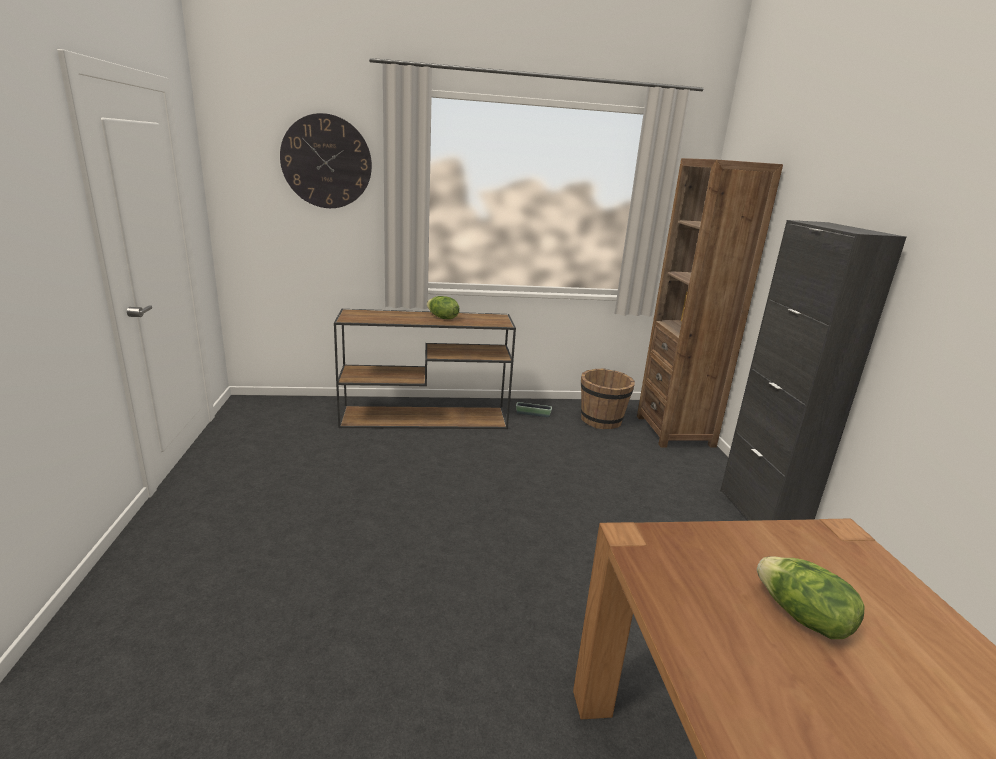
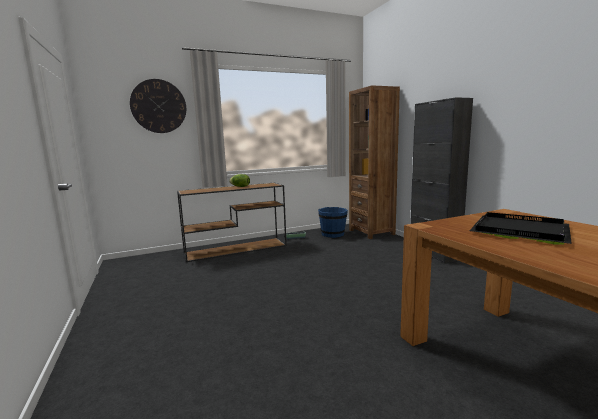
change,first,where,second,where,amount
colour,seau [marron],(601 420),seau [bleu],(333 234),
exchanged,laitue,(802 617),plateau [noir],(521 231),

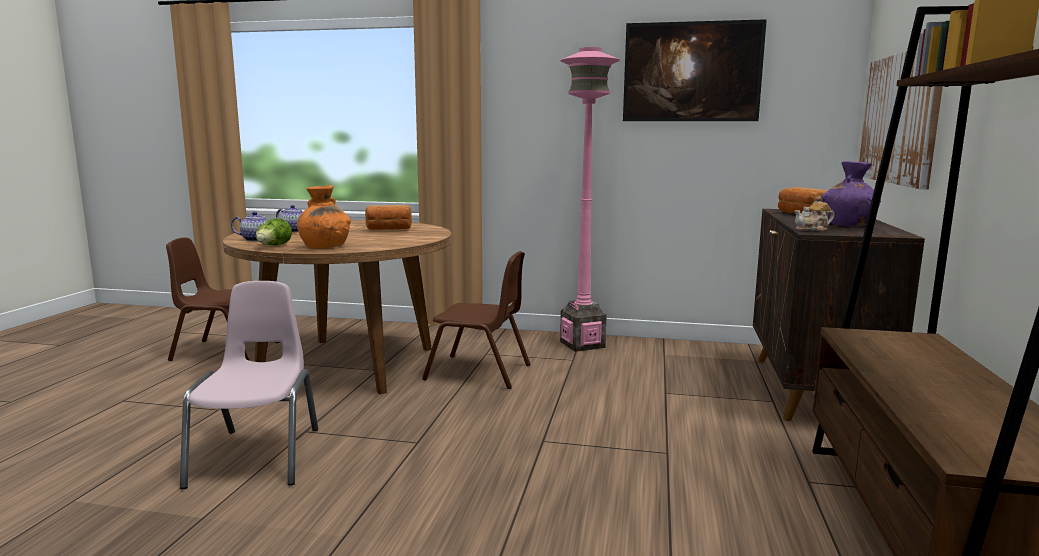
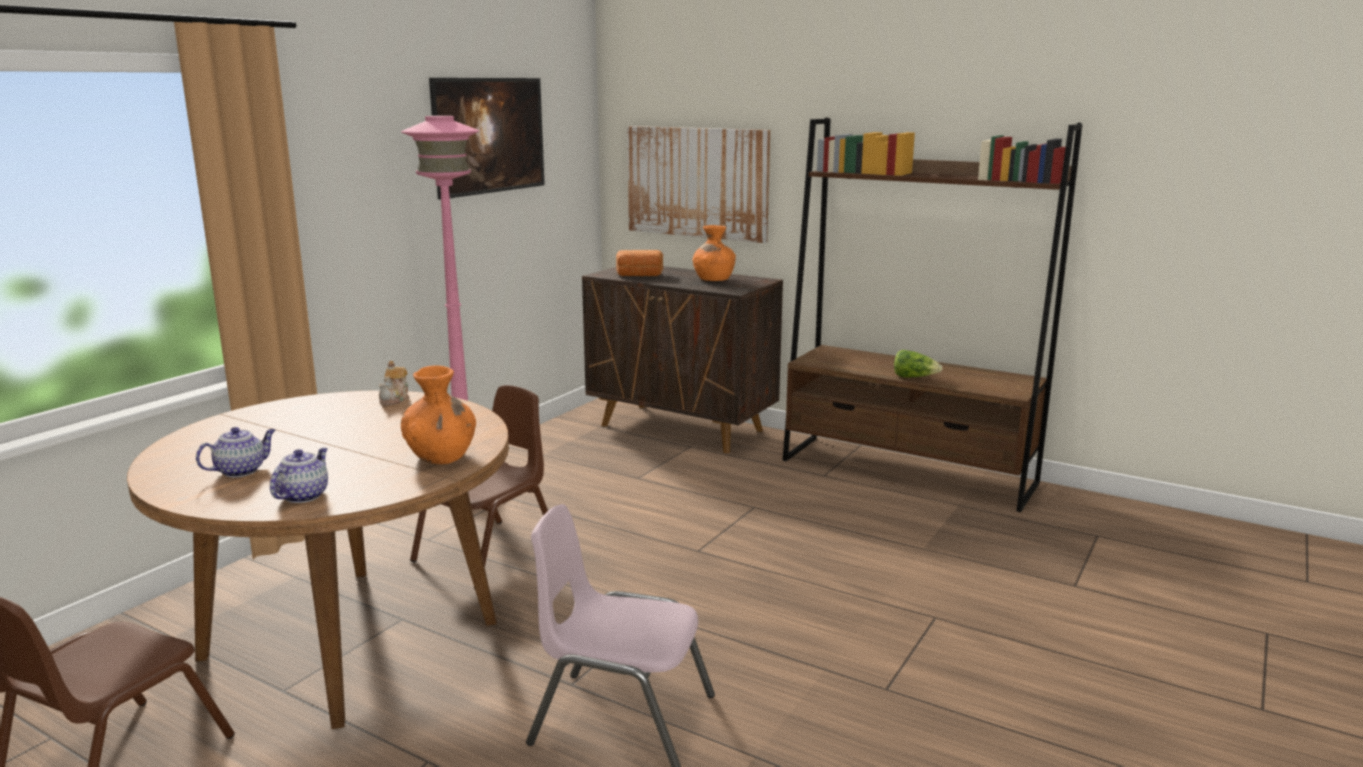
change,first,where,second,where,amount
colour,vase [violet],(848 225),vase [orange],(713 279),
relocated,théière,(812 229),,(395 399),
missing,pain,(389 230),,,
relocated,laitue,(273 246),,(914 377),

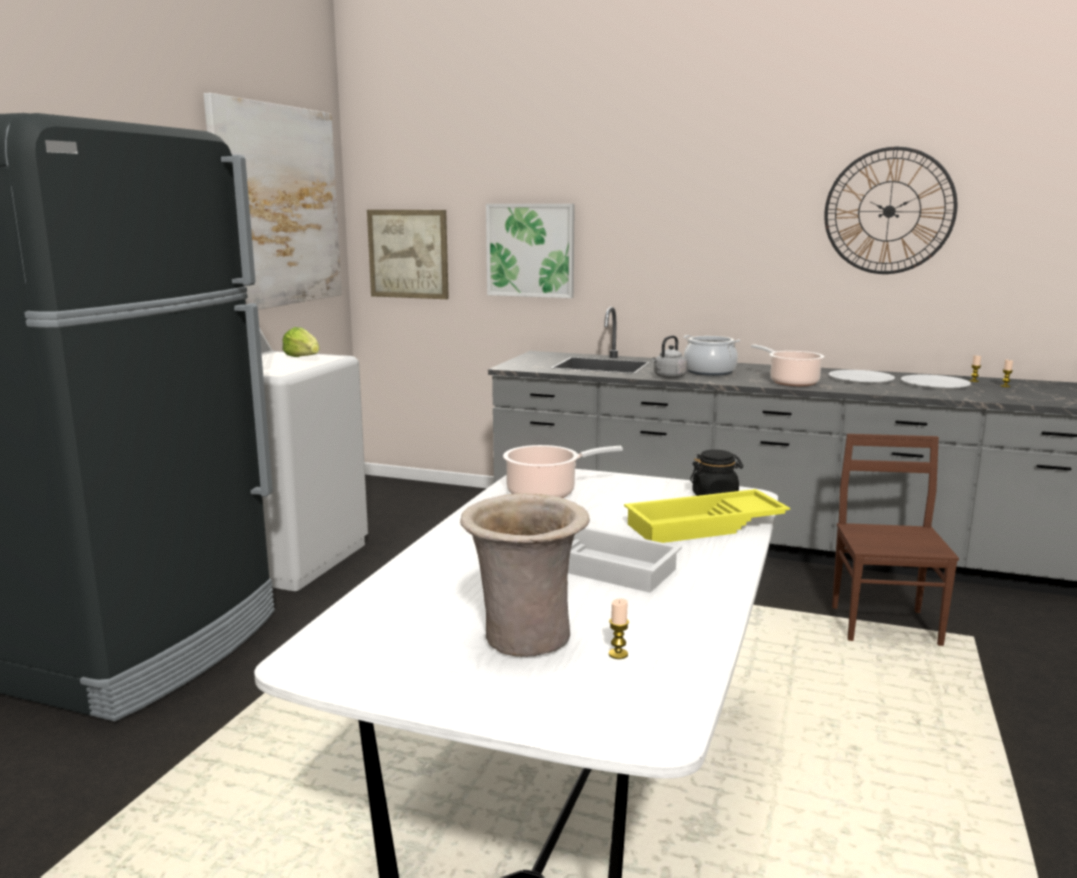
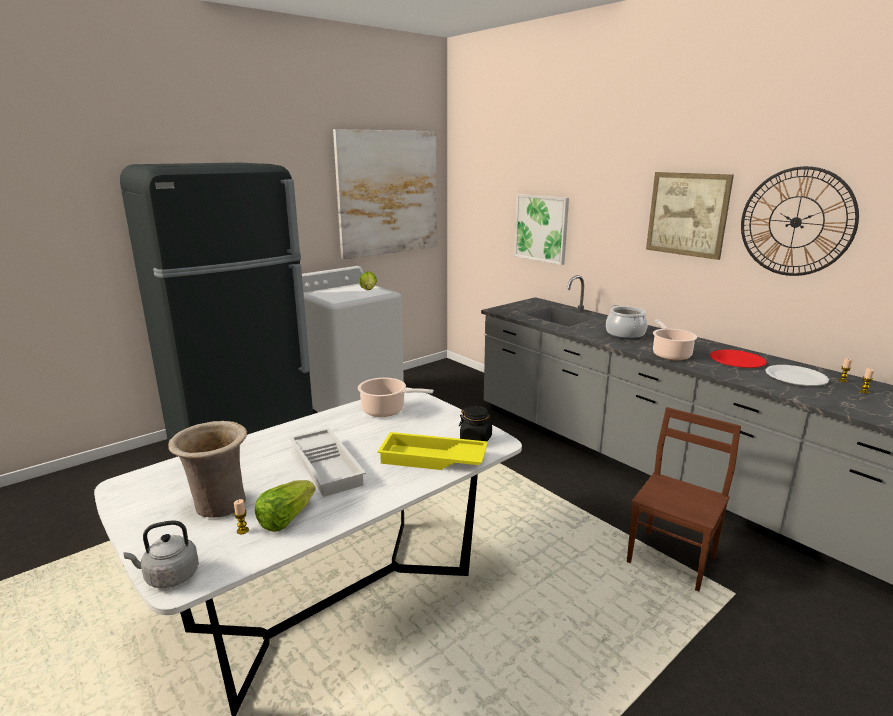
change,first,where,second,where,amount
relocated,tableau,(408 254),,(687 214),
relocated,bouilloire [gris],(668 377),,(169 577),
colour,assiette [blanc],(861 378),assiette [rouge],(737 360),
appeared,,,laitue,(286 519),

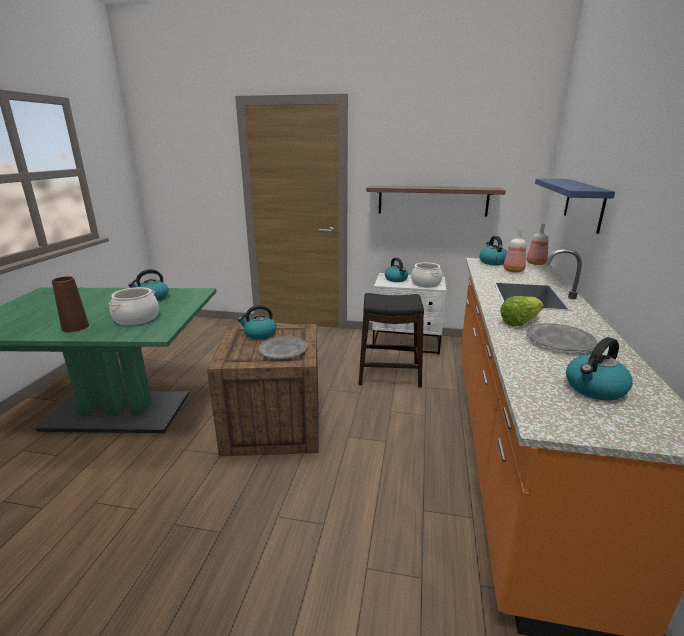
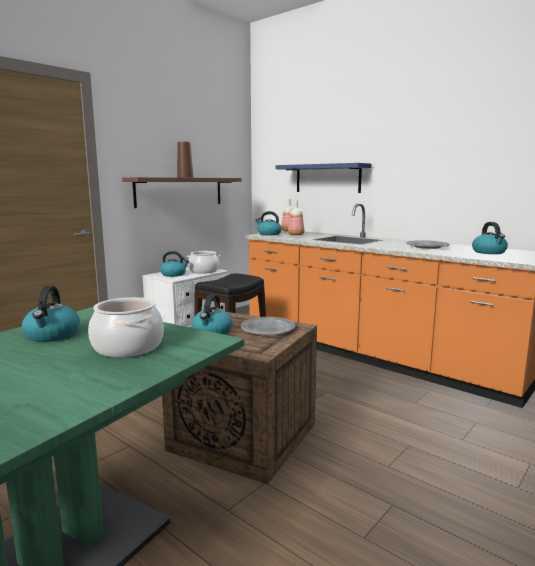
change,first,where,second,where,amount
relocated,vase [marron],(75 327),,(185 177),
missing,laitue,(519 322),,,

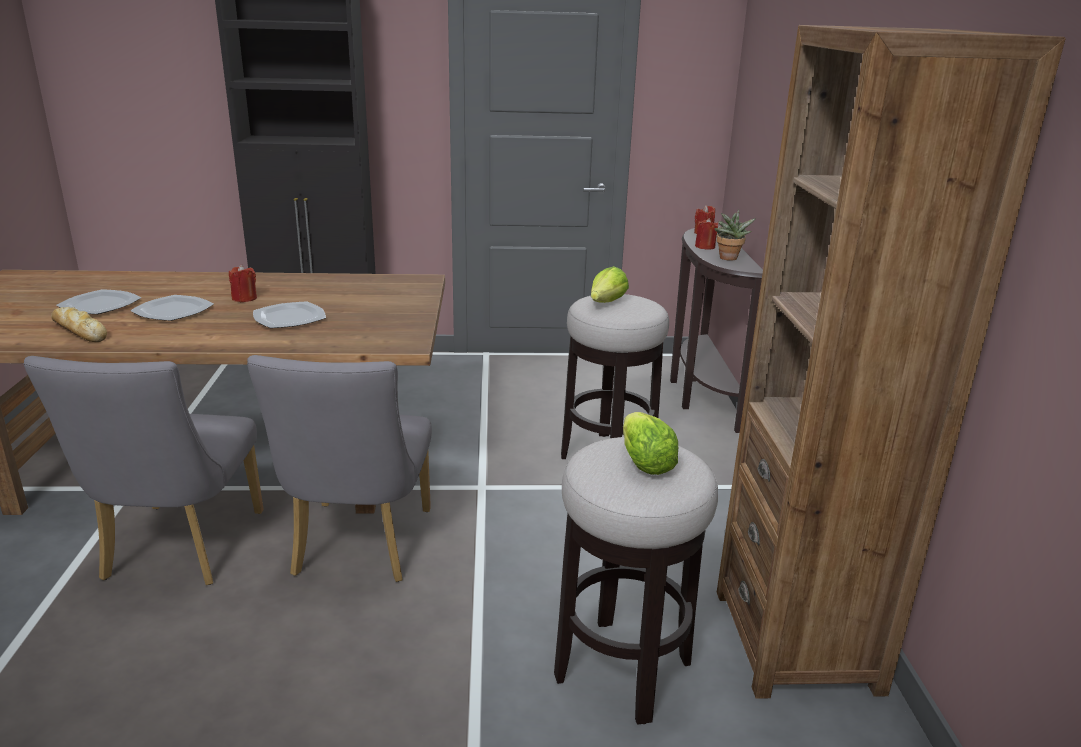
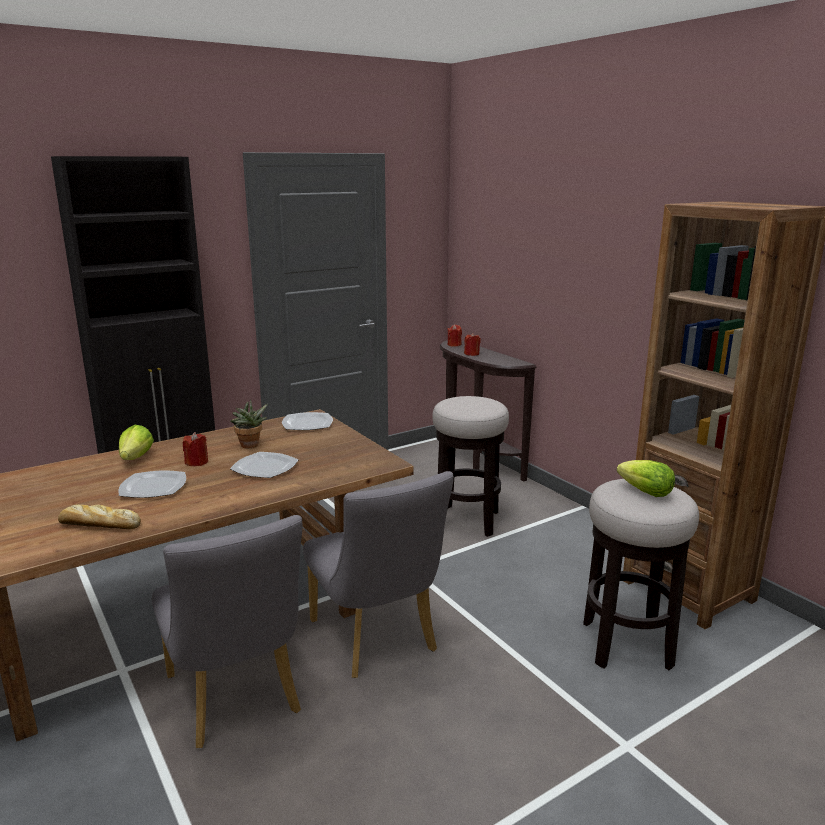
change,first,where,second,where,amount
relocated,plante en pot,(728 259),,(250 446),
relocated,laitue,(607 302),,(136 458),
relocated,assiette,(101 305),,(308 423),

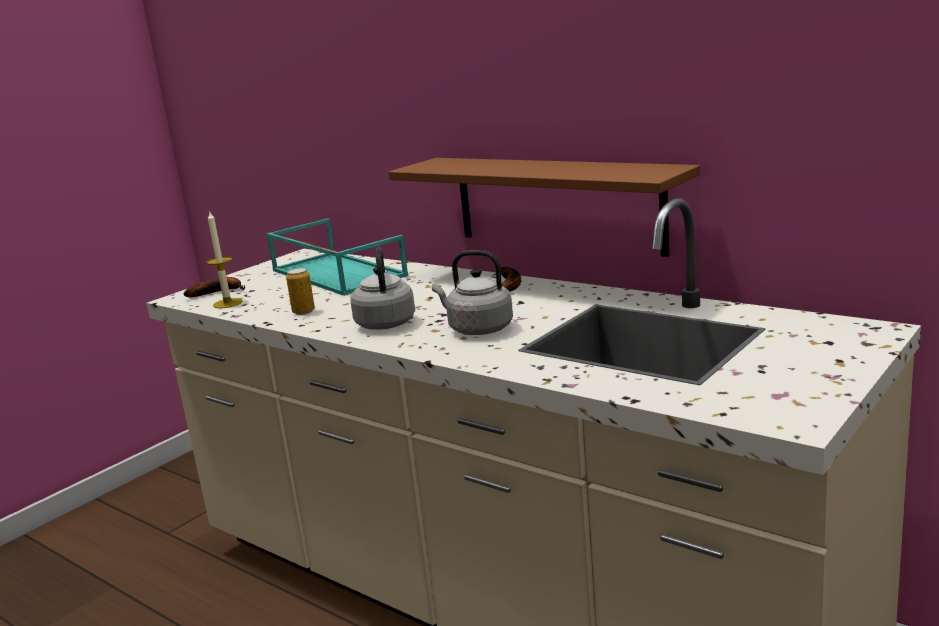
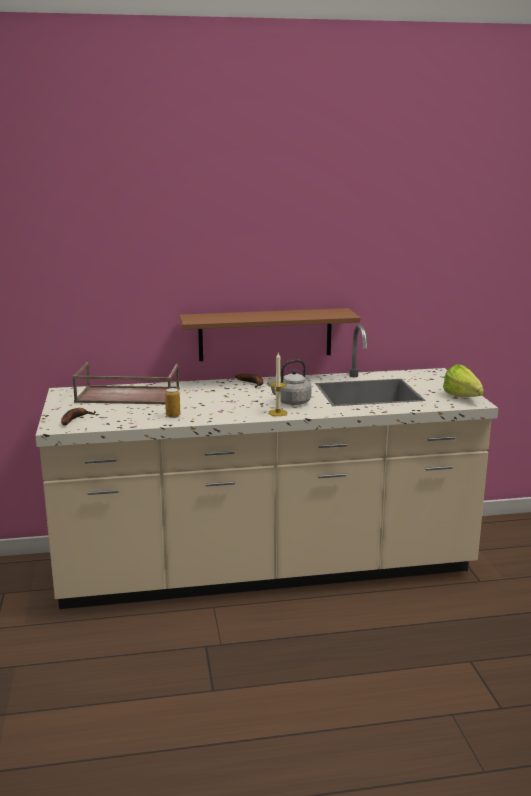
change,first,where,second,where,amount
relocated,bougie,(227 303),,(277 413),
colour,plateau [turquoise],(335 273),plateau [marron],(126 396),
missing,bouilloire [gris],(385 323),,,
appeared,,,laitue,(464 398),

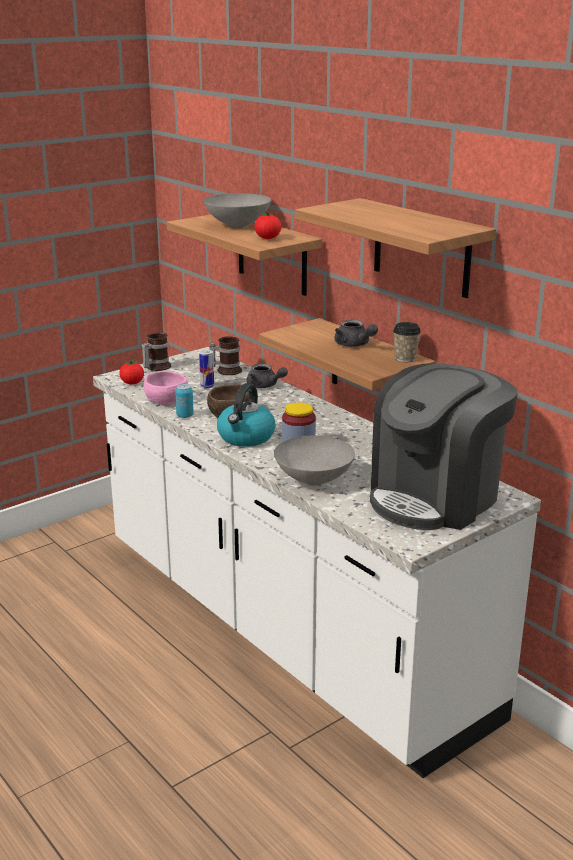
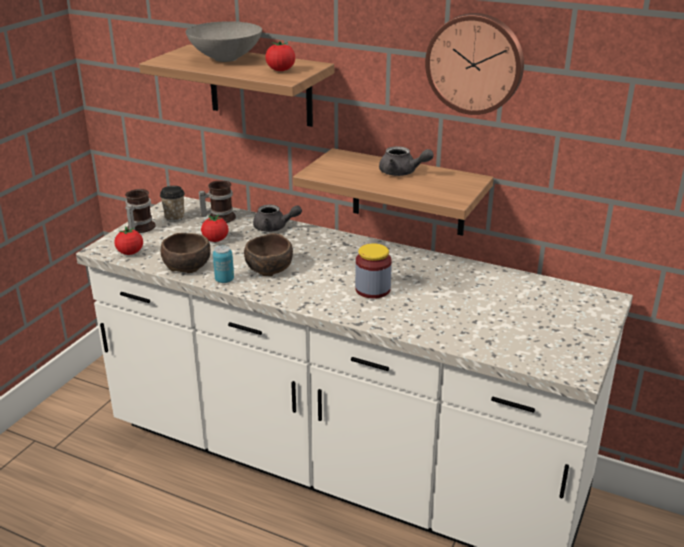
change,first,where,second,where,amount
exchanged,étagère,(421 248),horloge murale,(475 63),
relocated,tasse,(405 358),,(174 217),
exchanged,boîte métallique,(207 386),tomate,(215 240),
missing,machine à café,(435 497),,,
colour,bol [rose],(167 400),bol [marron],(188 265),
missing,bouilloire,(246 437),,,
missing,bol [gris],(313 480),,,

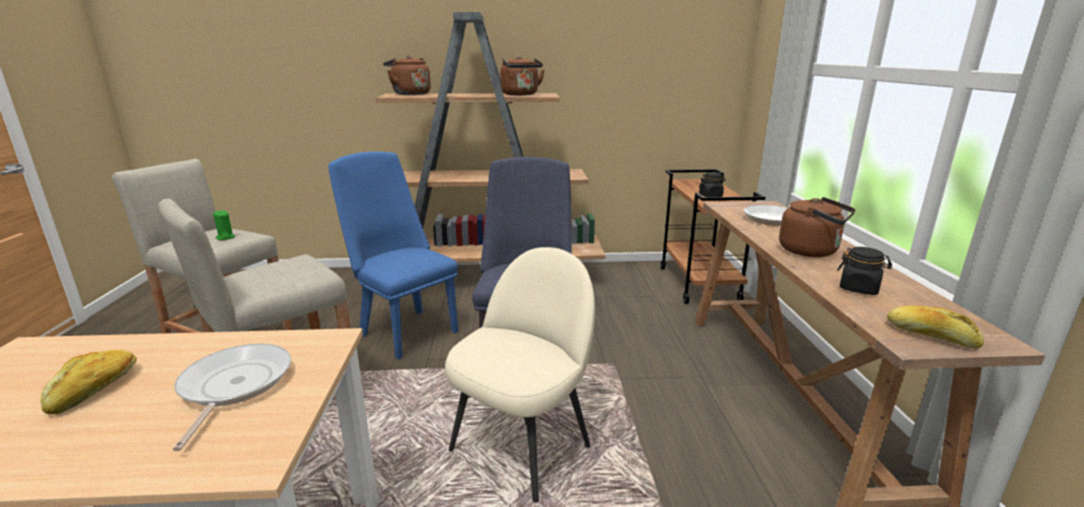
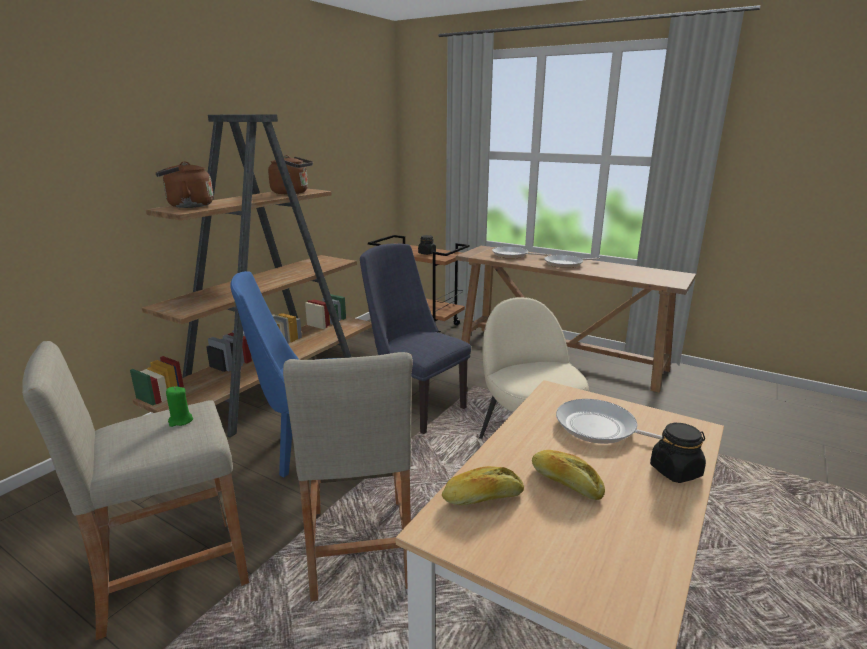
change,first,where,second,where,amount
exchanged,bouilloire [marron],(811 251),poêle,(566 264),
relocated,bocal [noir],(859 288),,(675 471),
relocated,pain,(930 336),,(482 498),

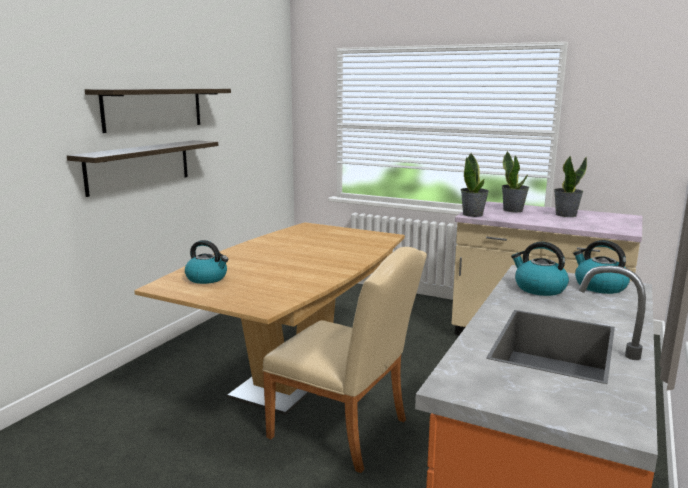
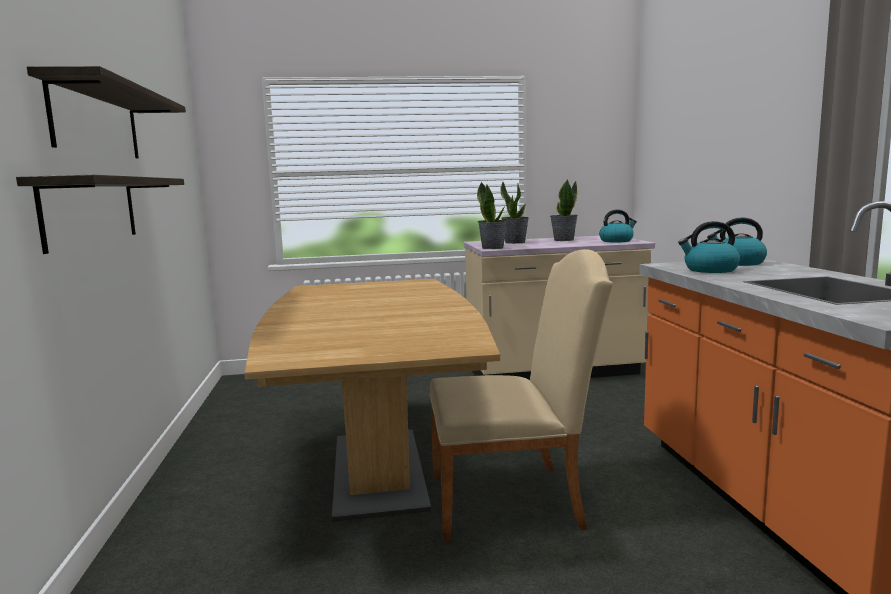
change,first,where,second,where,amount
relocated,bouilloire,(207 278),,(616 241),

